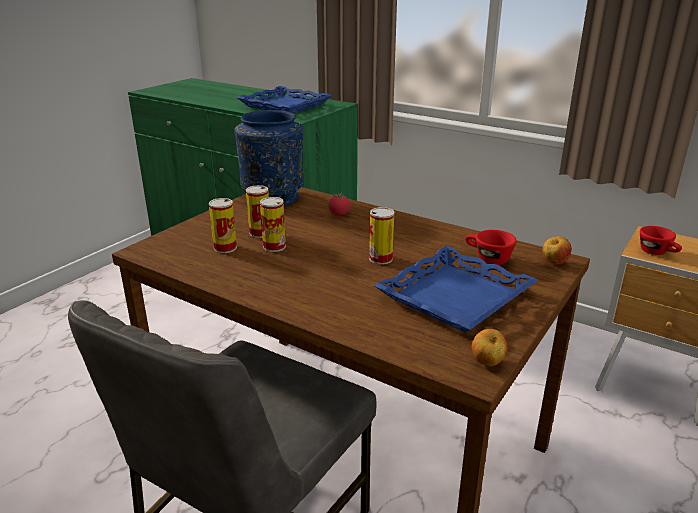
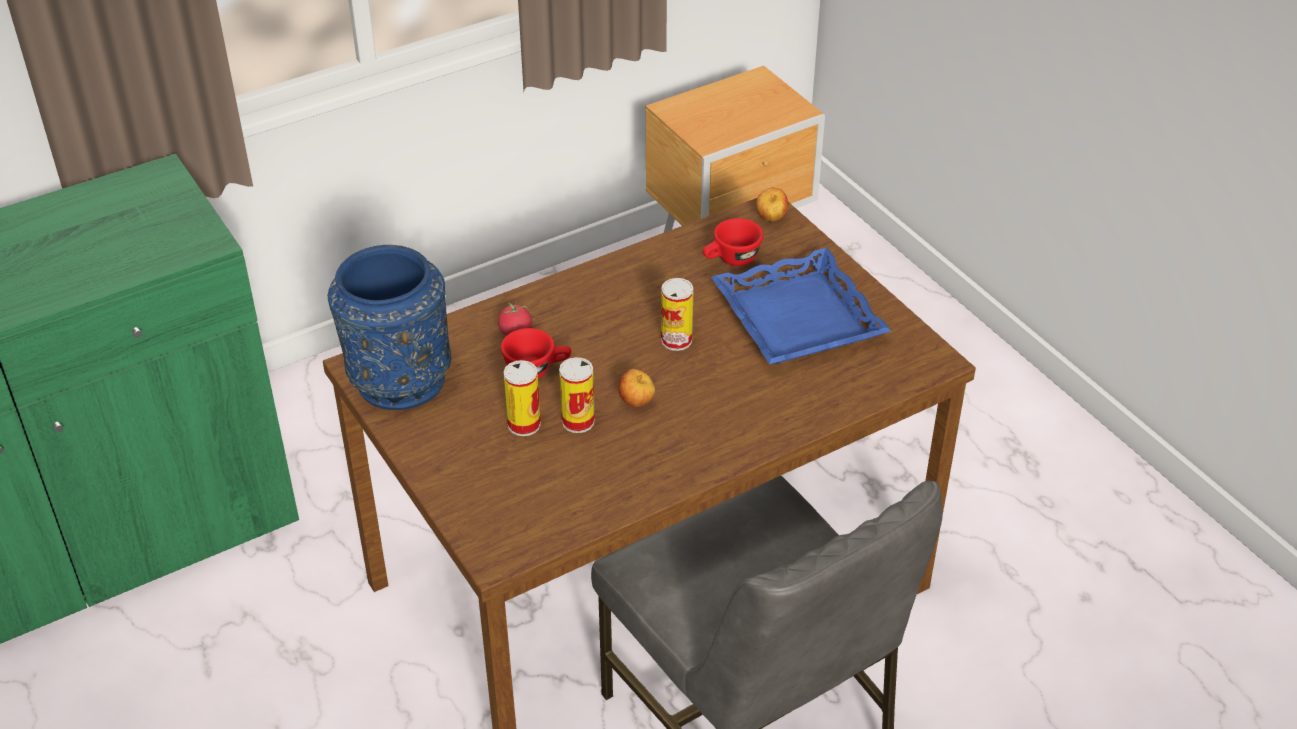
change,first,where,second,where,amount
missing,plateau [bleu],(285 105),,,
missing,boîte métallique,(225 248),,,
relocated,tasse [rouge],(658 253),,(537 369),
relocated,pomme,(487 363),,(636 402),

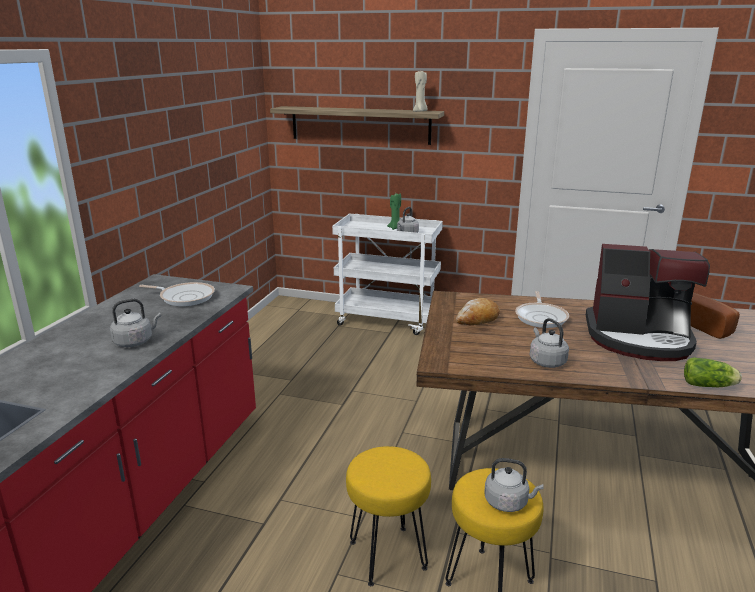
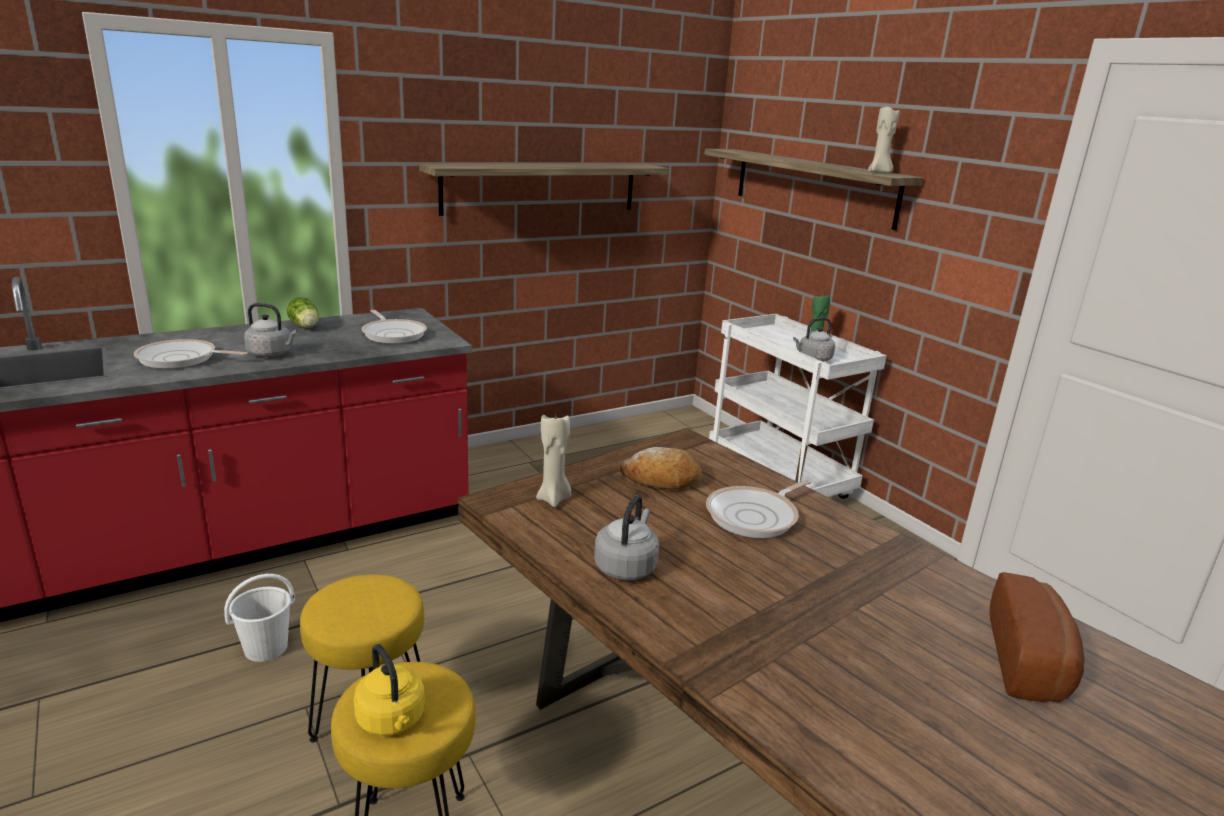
change,first,where,second,where,amount
missing,machine à café,(639 338),,,
relocated,laitue,(709 385),,(305 327),
colour,bouilloire [gris],(508 502),bouilloire [jaune],(392 721),
appeared,,,étagère,(541 188),
appeared,,,poêle,(181 359),
appeared,,,bougie [beige],(554 499),
appeared,,,seau [blanc],(267 648),

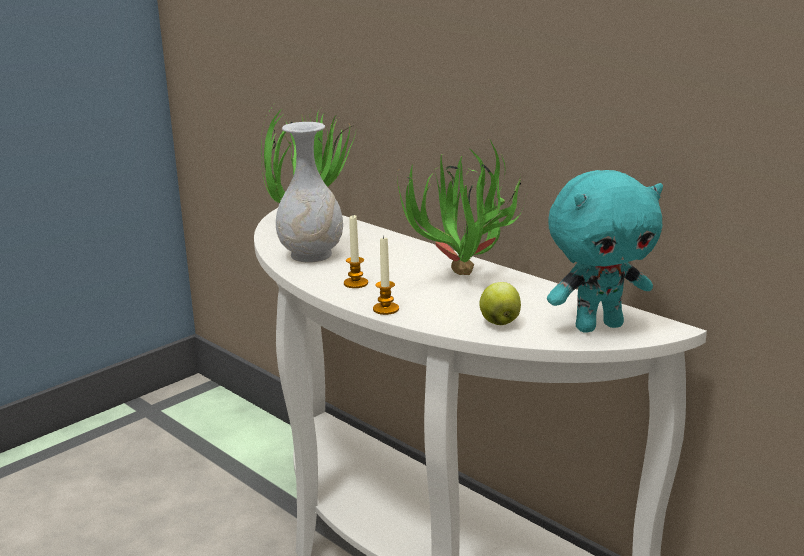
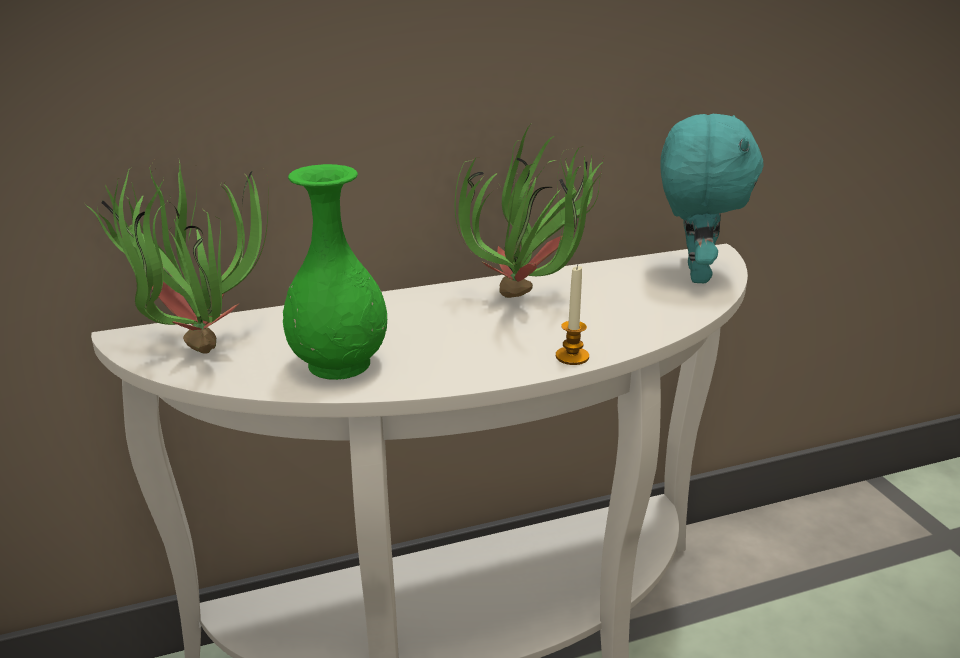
change,first,where,second,where,amount
colour,vase [blanc],(312 255),vase [vert],(340 363),
missing,bougie,(356 283),,,
missing,pomme,(499 322),,,

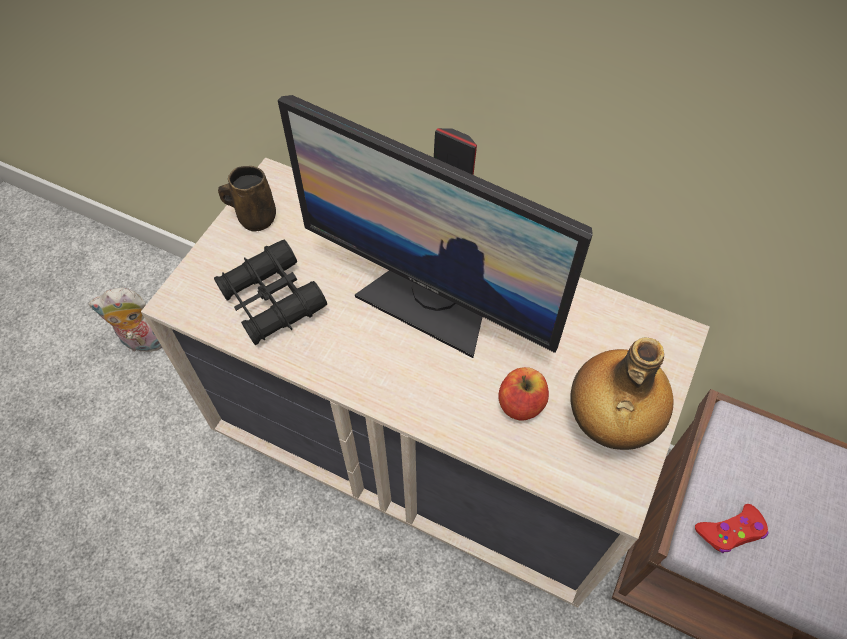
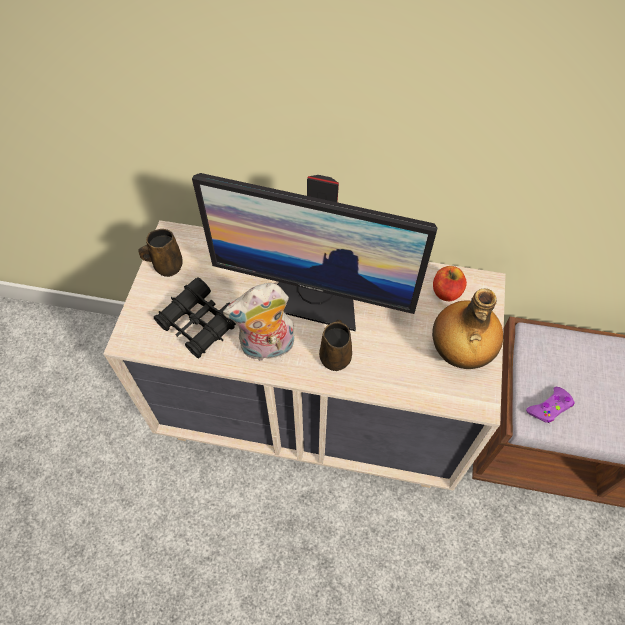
change,first,where,second,where,amount
relocated,peluche,(144 342),,(267 348),
relocated,pomme,(521 404),,(446 292),
colour,manette [rouge],(730 531),manette [violet],(549 408),
appeared,,,mug [marron],(335 356),

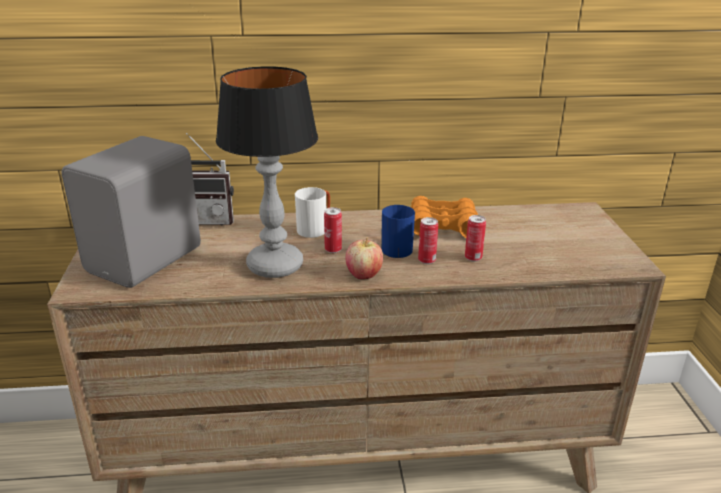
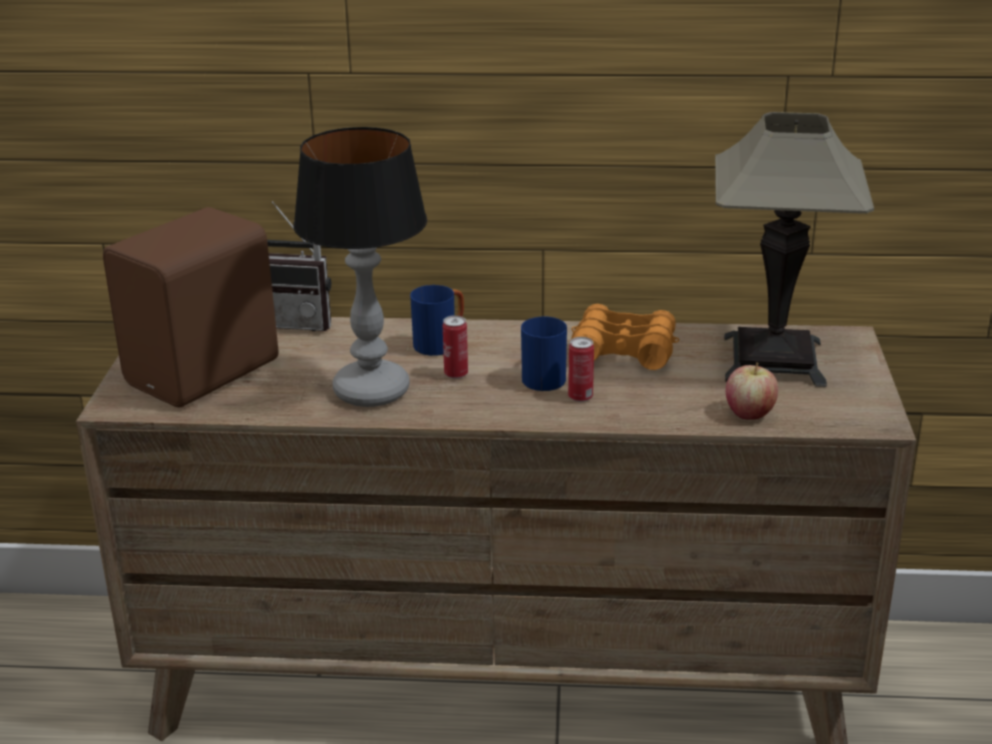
change,first,where,second,where,amount
colour,enceinte [gris],(148 260),enceinte [marron],(207 373),
colour,mug [blanc],(315 229),mug [bleu],(441 343),
missing,boîte métallique,(473 258),,,
relocated,pomme,(364 275),,(749 414),
appeared,,,lampe de table,(773 360),

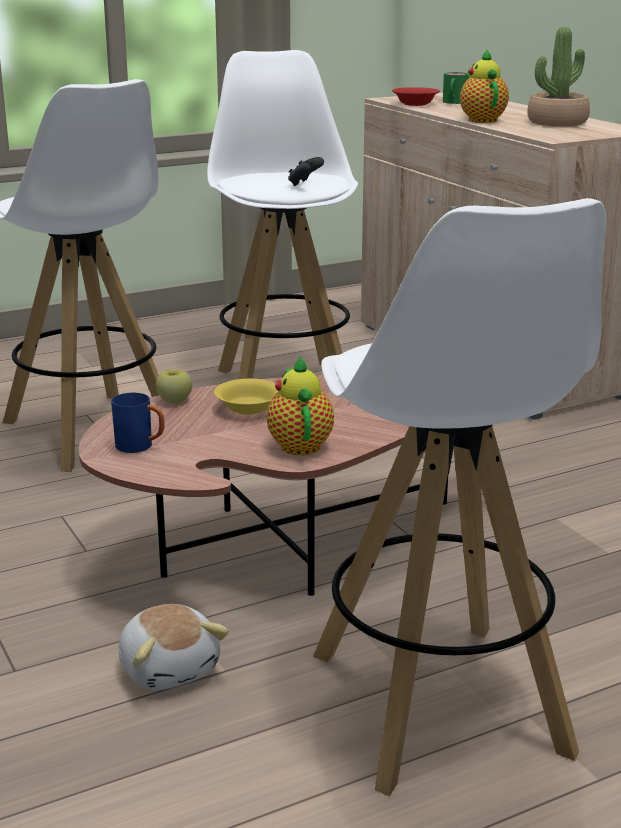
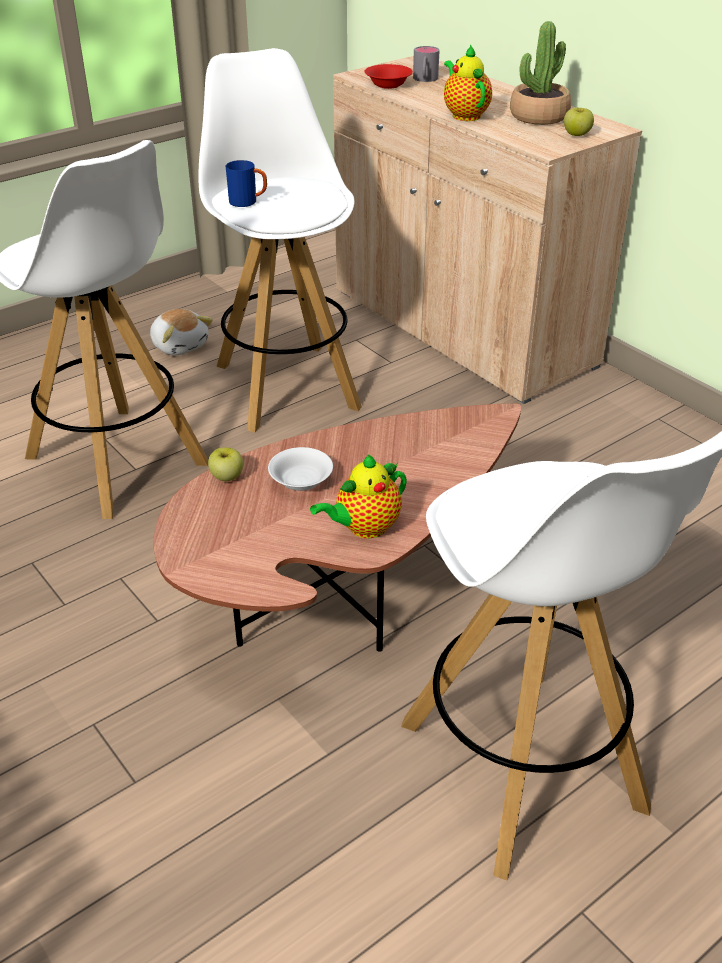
change,first,where,second,where,amount
colour,mug [vert],(454 102),mug [gris],(425 79),
missing,manette [noir],(304 184),,,
spun,théière,(299 444),,(364 528),105 degrees counterclockwise
colour,bol [jaune],(249 408),bol [blanc],(301 480),
relocated,mug [bleu],(141 447),,(248 202),
relocated,peluche,(170 668),,(180 345),
appeared,,,pomme,(576 134),

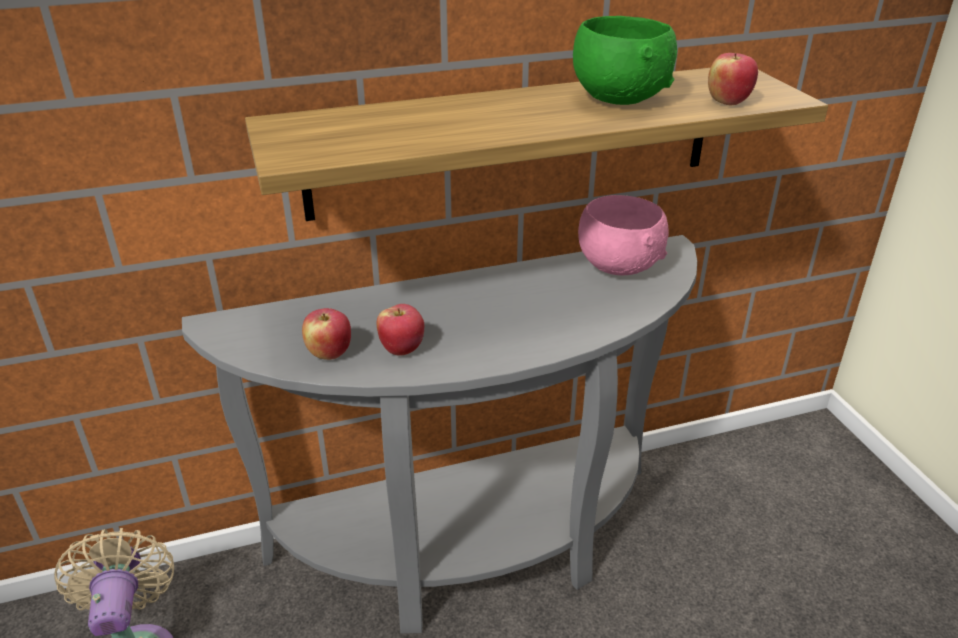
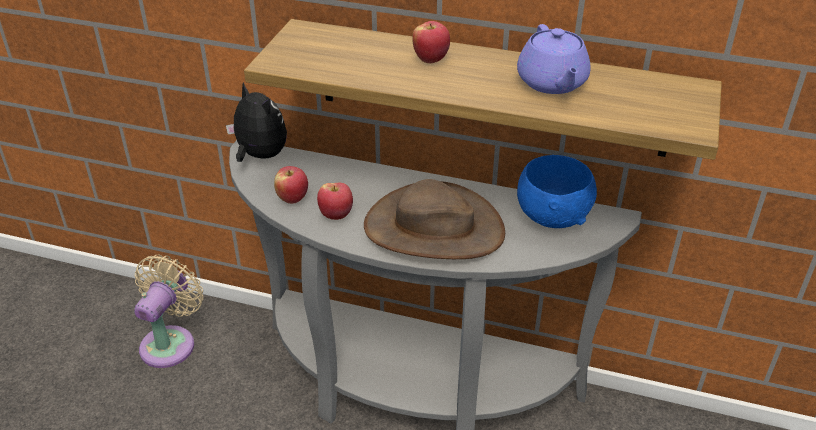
change,first,where,second,where,amount
exchanged,bol [vert],(619 98),théière [violet],(552 83),
relocated,pomme,(727 102),,(430 59),
colour,bol [rose],(618 266),bol [bleu],(553 216),
appeared,,,peluche,(259 156),
appeared,,,chapeau [marron],(433 229),

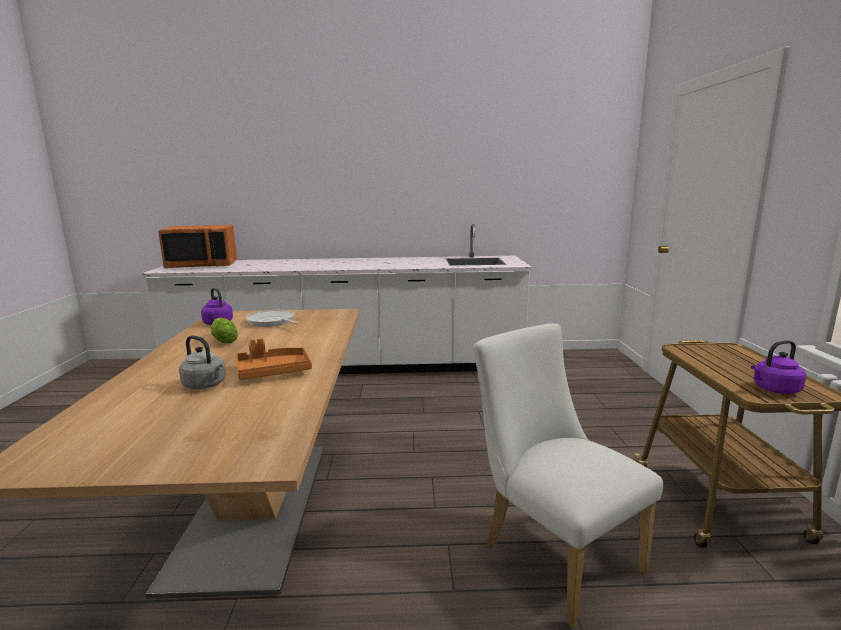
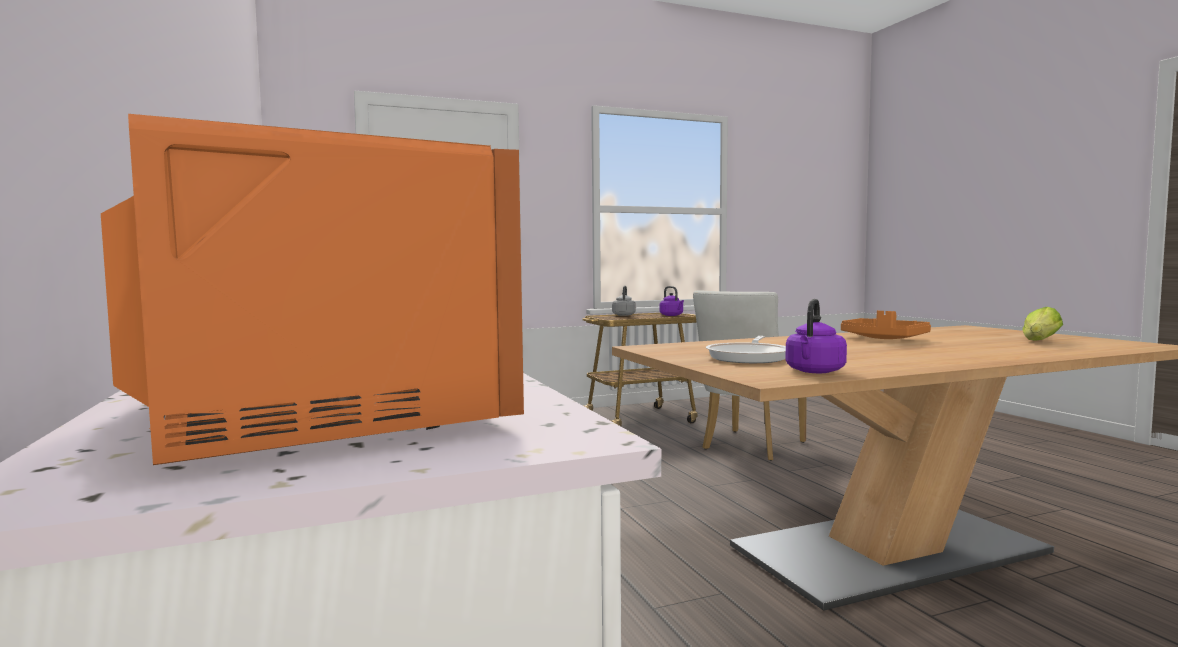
change,first,where,second,where,amount
relocated,laitue,(224 340),,(1039 341),
relocated,bouilloire [gris],(206 385),,(624 315),

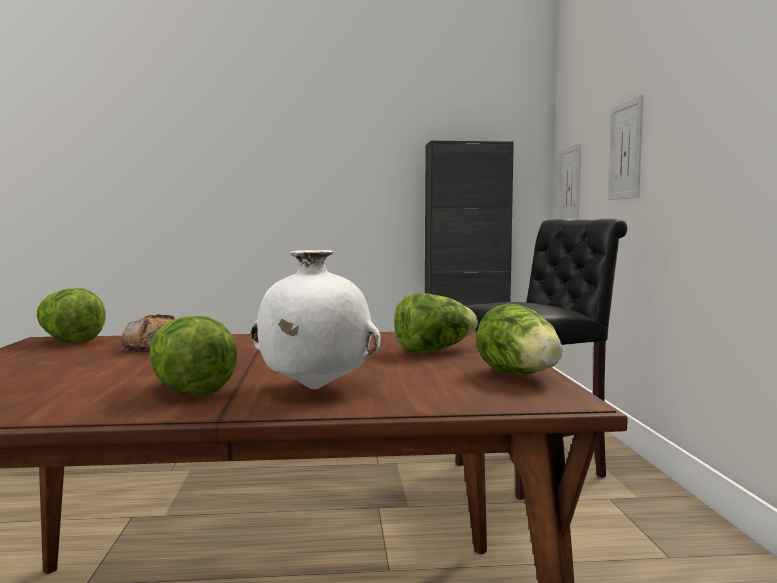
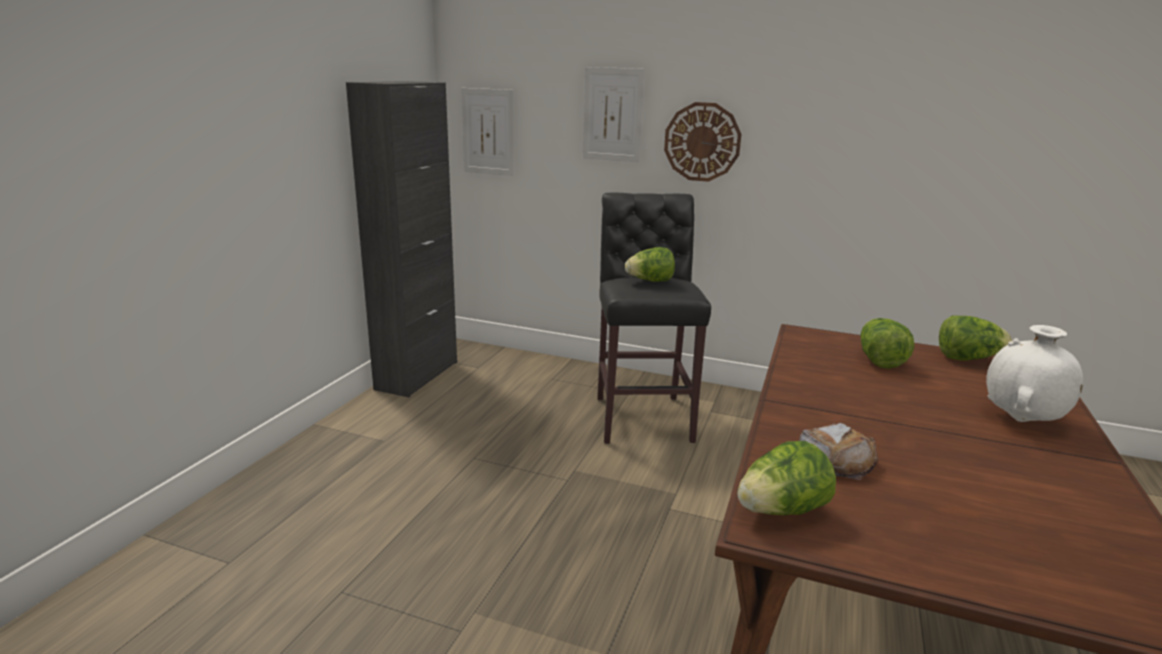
change,first,where,second,where,amount
relocated,laitue,(188 390),,(650 281),
appeared,,,horloge murale,(702 142),

